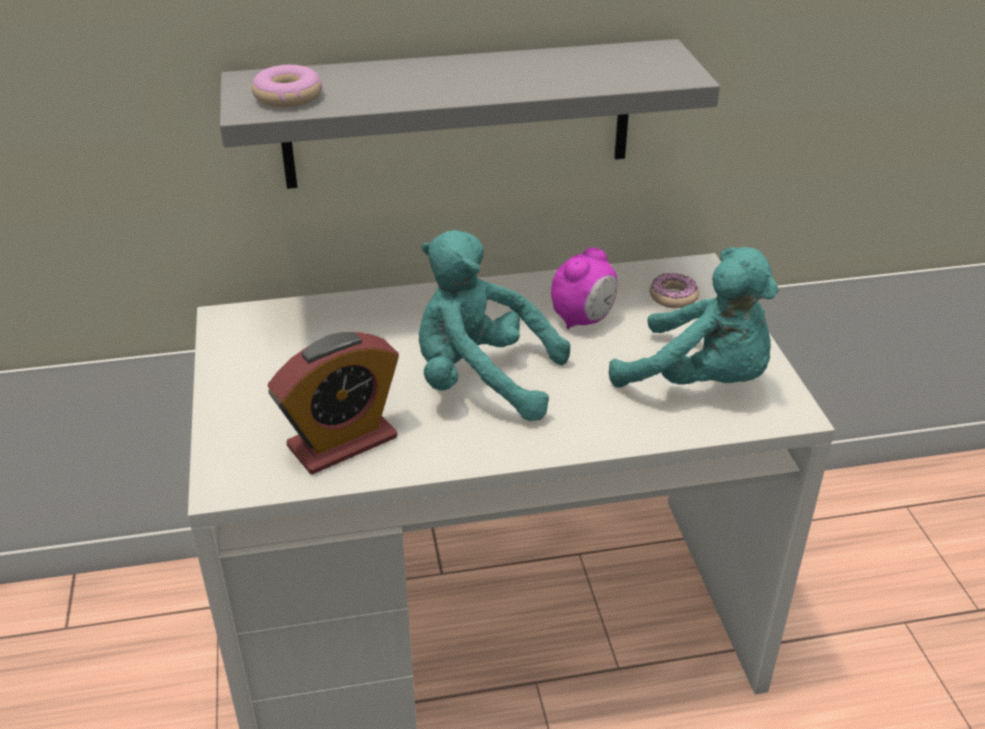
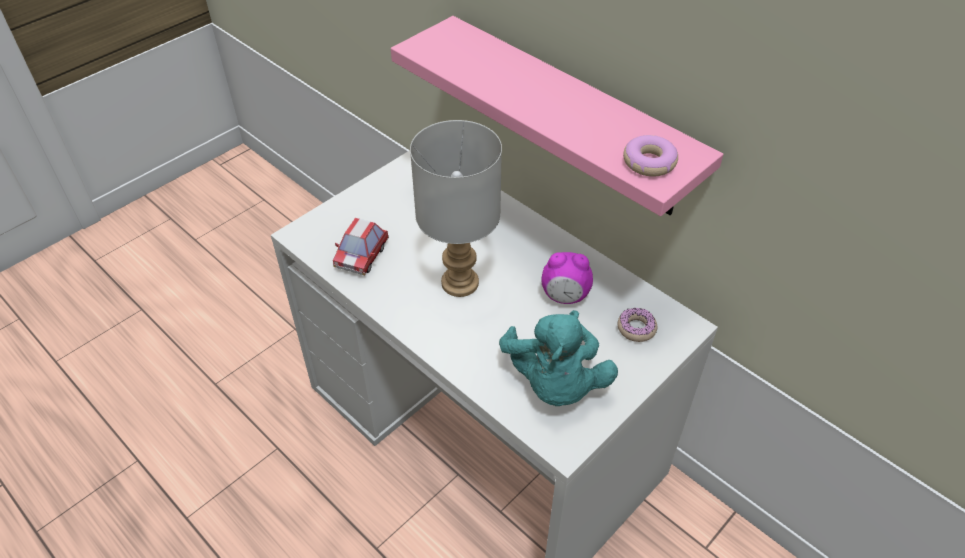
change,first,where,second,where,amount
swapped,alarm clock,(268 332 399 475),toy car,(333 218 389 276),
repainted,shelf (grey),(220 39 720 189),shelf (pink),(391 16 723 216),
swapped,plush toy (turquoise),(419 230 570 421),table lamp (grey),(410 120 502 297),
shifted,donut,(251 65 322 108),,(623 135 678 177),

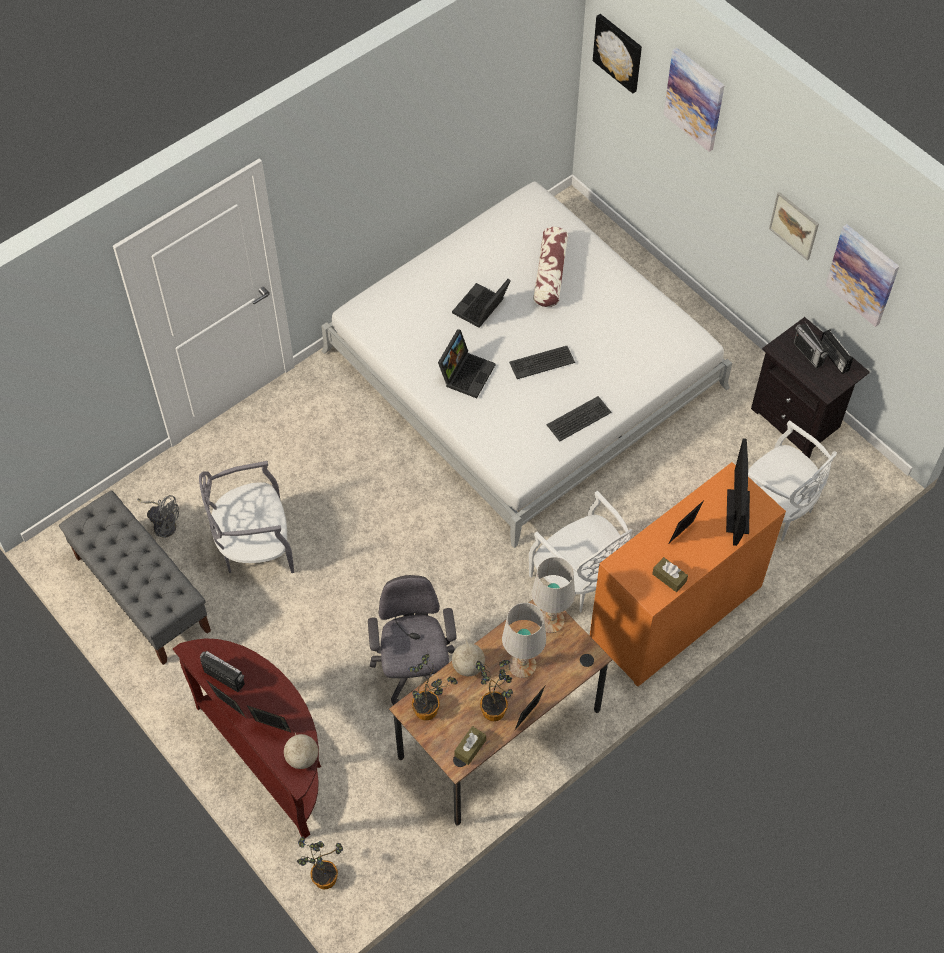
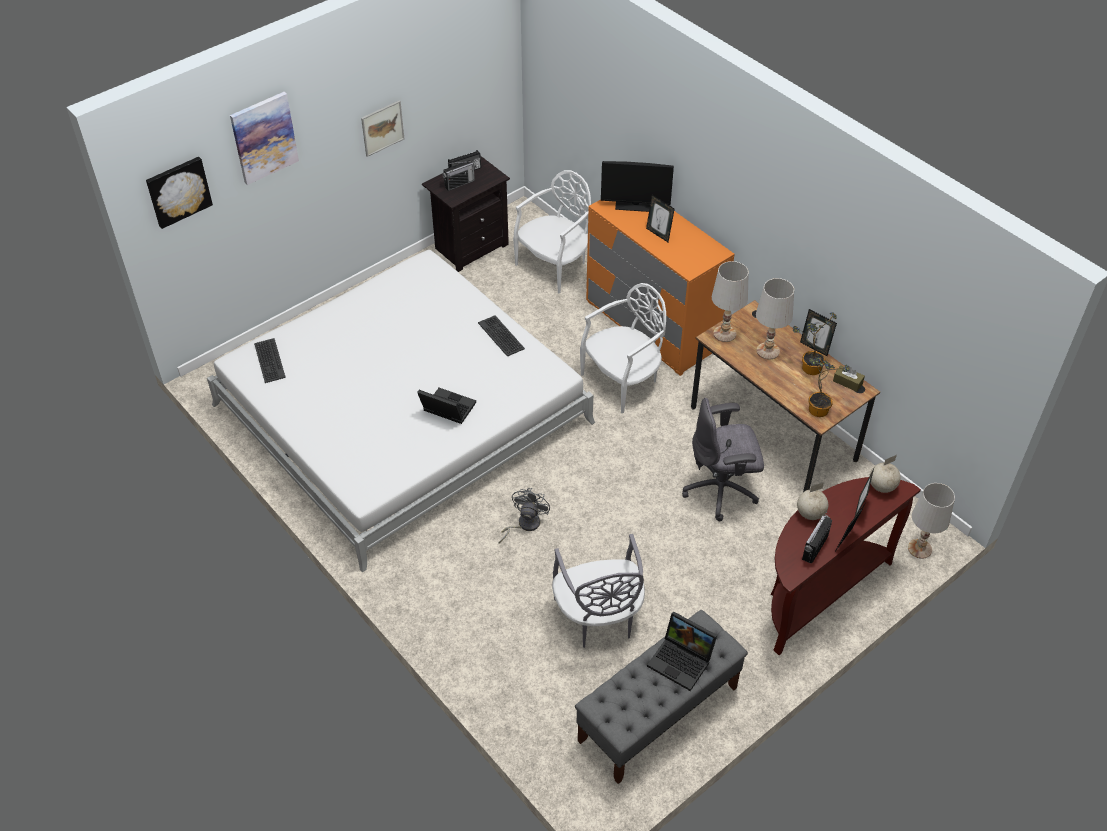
change,first,where,second,where,amount
shifted,keyboard,(509 346 575 379),,(254 338 286 383),
shifted,fan (grey),(137 495 179 538),,(499 488 550 544),
shifted,laptop,(452 279 511 328),,(647 611 717 691),
shifted,globe,(452 640 485 676),,(797 483 828 520),
swapped,potted plant,(297 837 343 889),table lamp (white),(908 483 955 559),
gone,pillow,(533 227 568 307),,,
gone,tissue box (brown),(652 557 688 592),,,
gone,picture,(825 224 899 327),,,

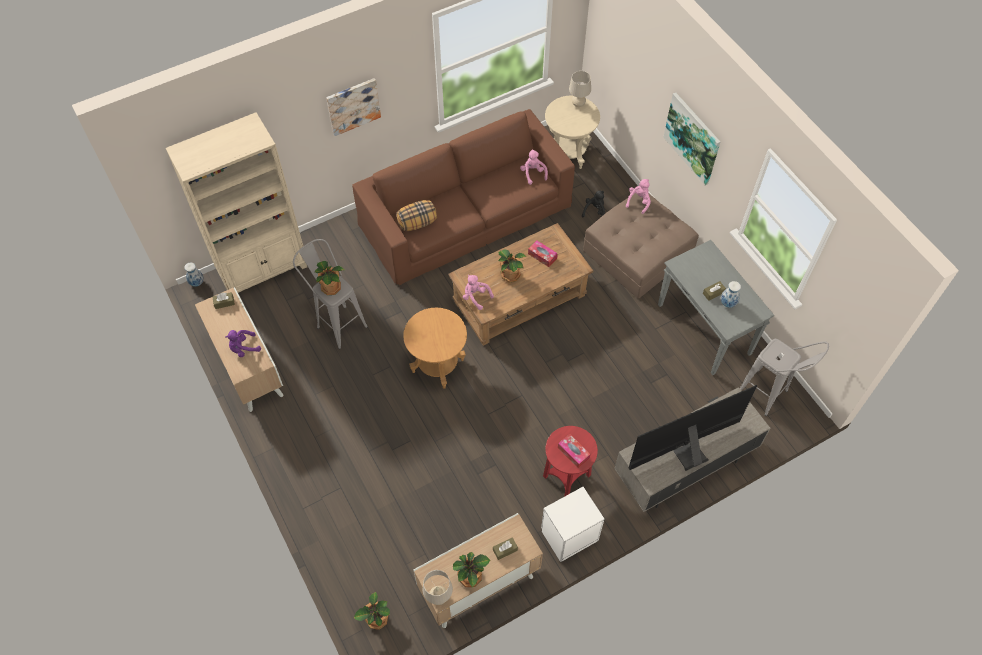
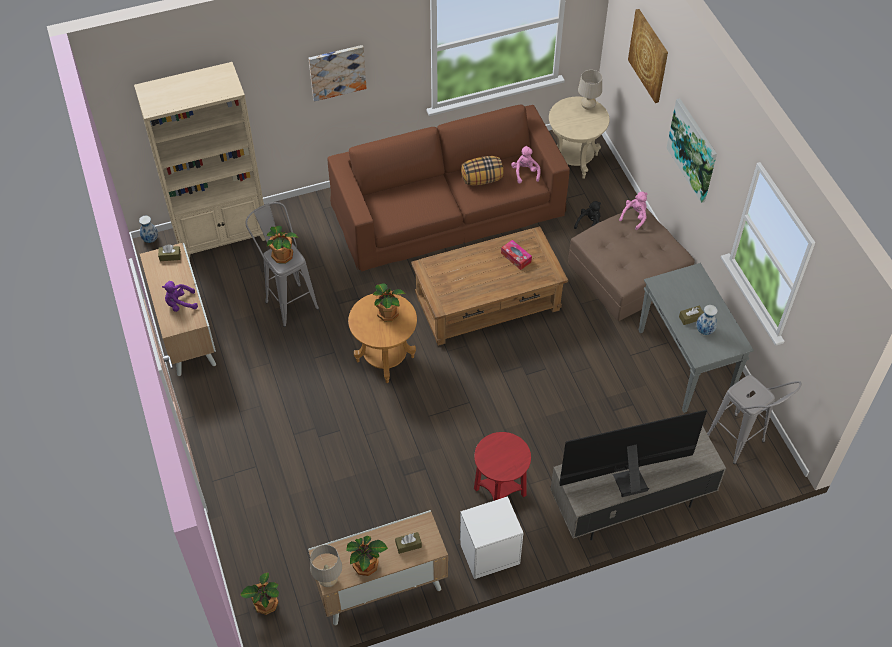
change,first,where,second,where,amount
shifted,potted plant,(499 249 526 283),,(373 283 405 321),
shifted,pillow,(397 200 437 231),,(461 156 504 185),
new,,,picture,(628 9 668 103),
gone,plush toy (pink),(463 275 494 310),,,
gone,tissue box,(558 434 590 468),,,

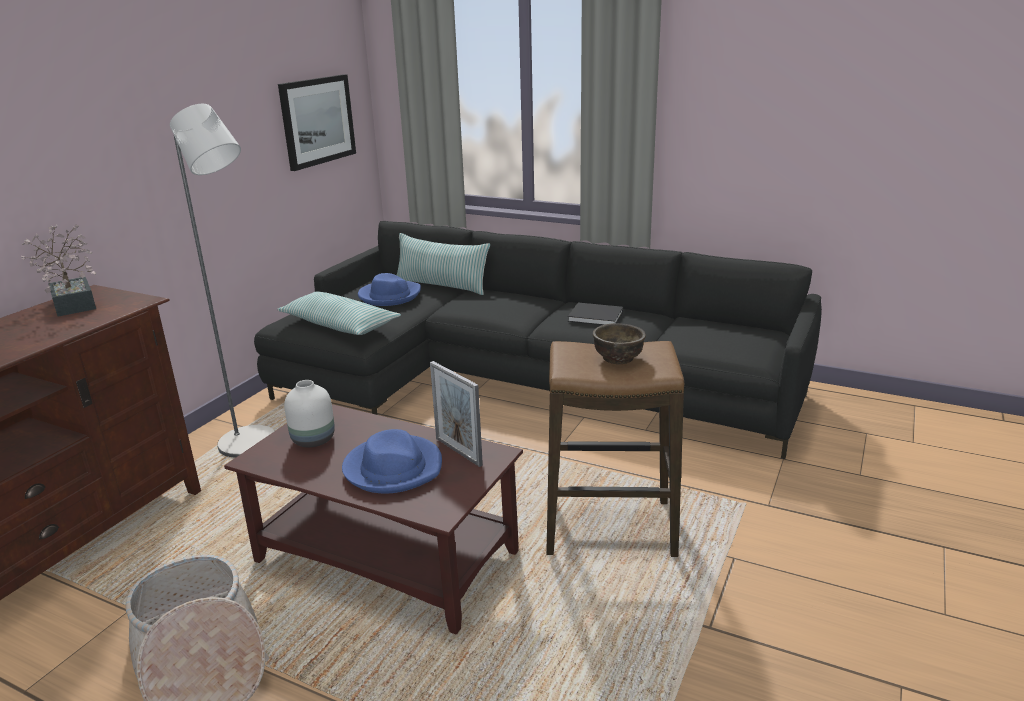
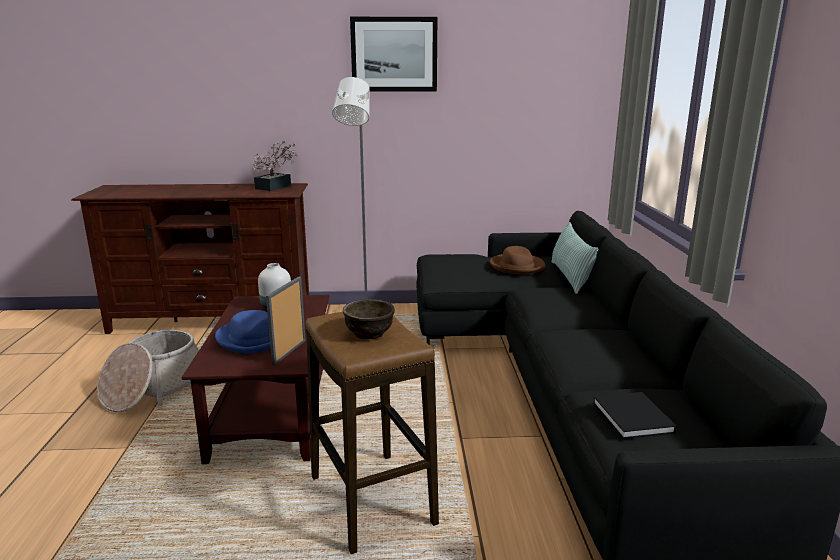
change,first,where,second,where,amount
shifted,picture,(278 74 356 171),,(350 17 437 92),
repainted,hat (blue),(358 273 421 306),hat (brown),(490 246 546 274),
shifted,book (black),(568 303 623 325),,(593 392 677 439),
gone,pillow,(277 291 401 335),,,

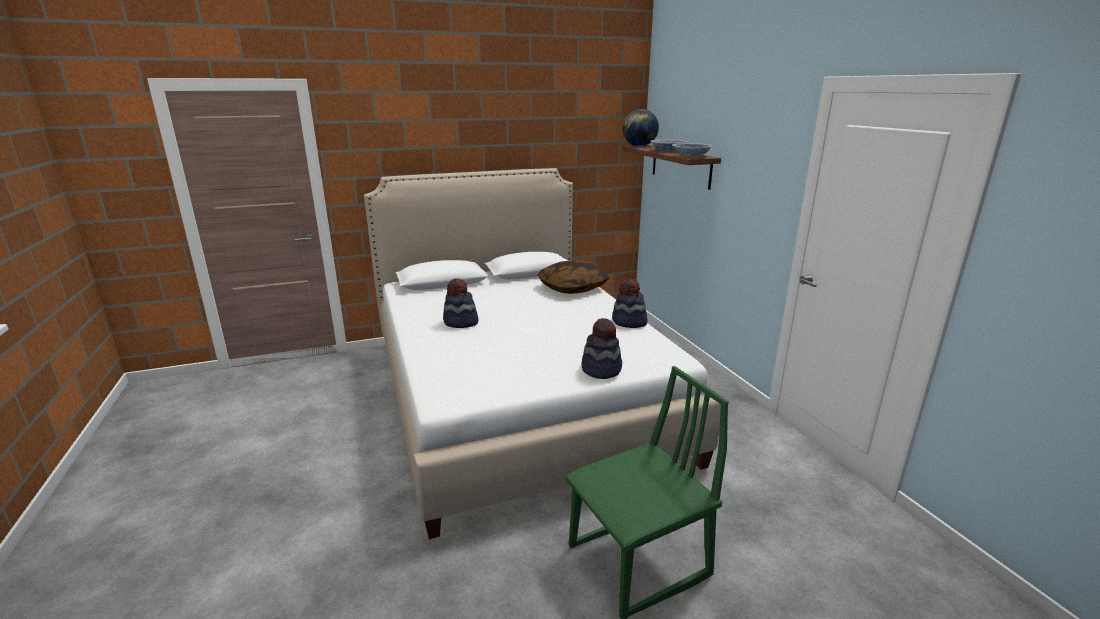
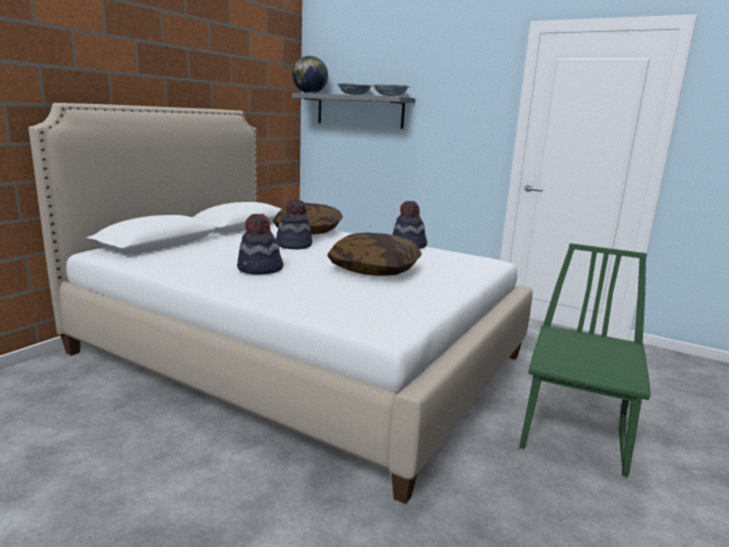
change,first,where,second,where,amount
shifted,hat,(581 318 622 379),,(276 198 312 249),
repainted,shelf (brown),(622 145 721 190),shelf (grey),(292 93 415 129),
new,,,pillow,(327 232 422 276),

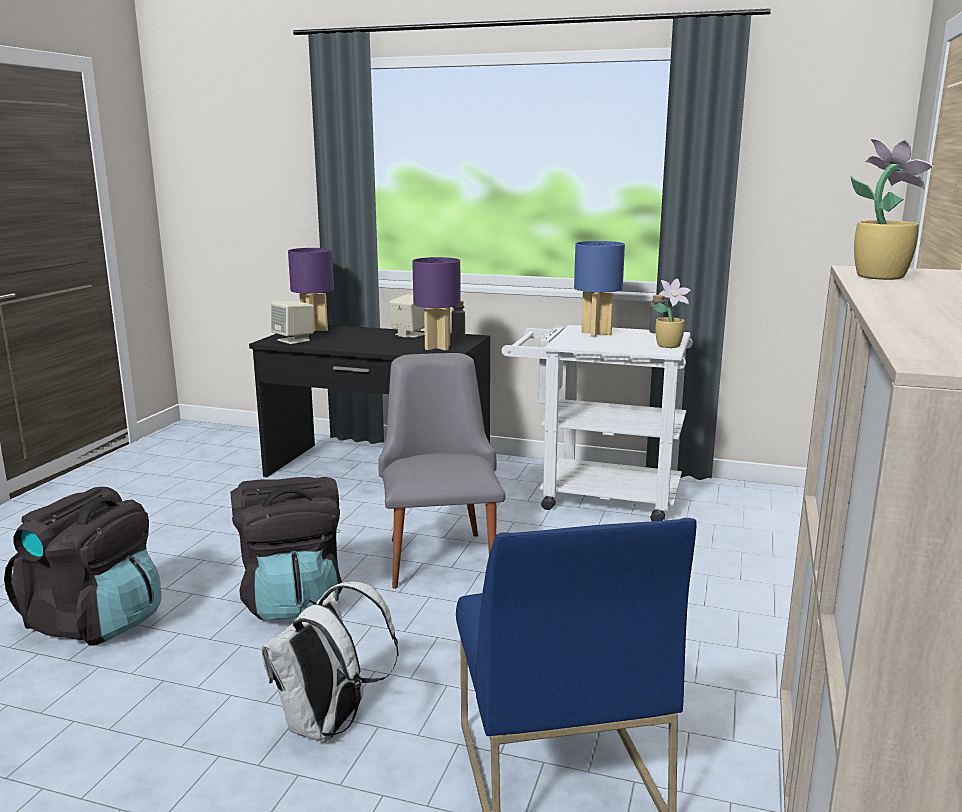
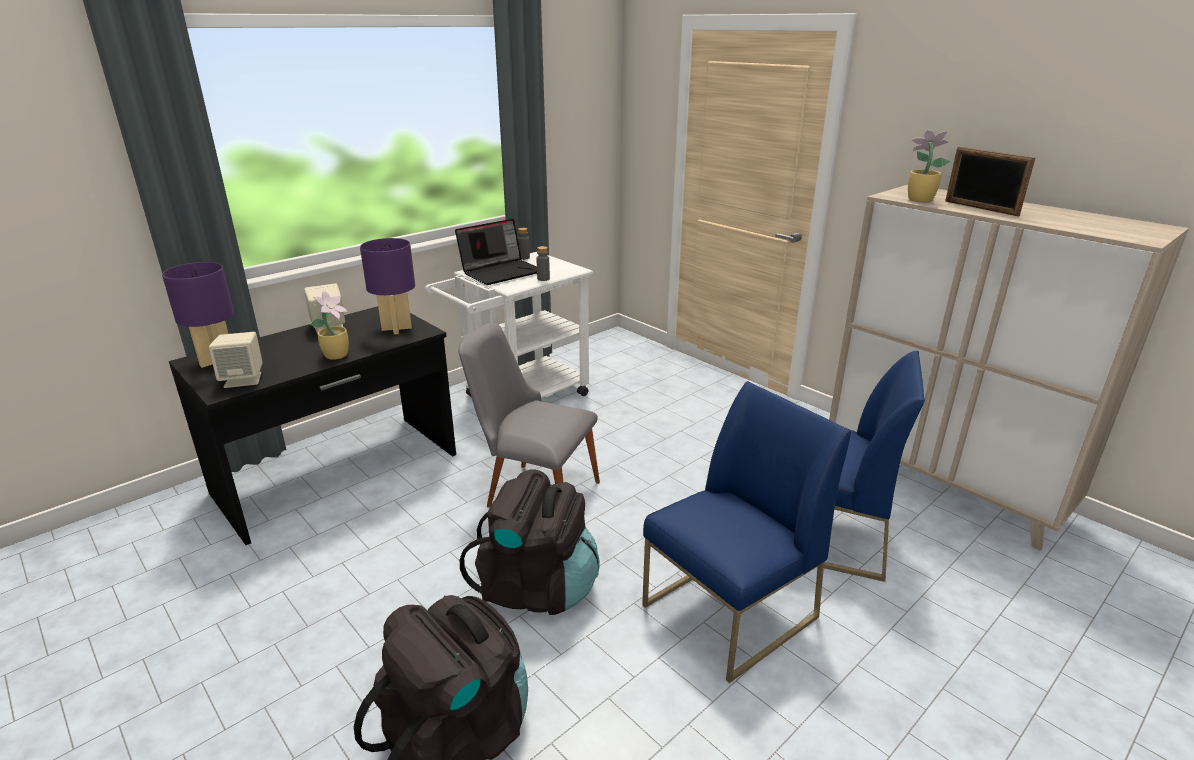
change,first,where,second,where,amount
shifted,potted plant,(652 278 691 348),,(310 290 349 360),
swapped,table lamp (blue),(574 241 625 337),laptop,(455 219 537 285),
shifted,bottle (grey),(452 301 465 337),,(536 246 550 281),
swapped,backpack (white),(261 581 399 742),chair (blue),(642 381 851 683),
new,,,picture frame,(945 147 1035 216),

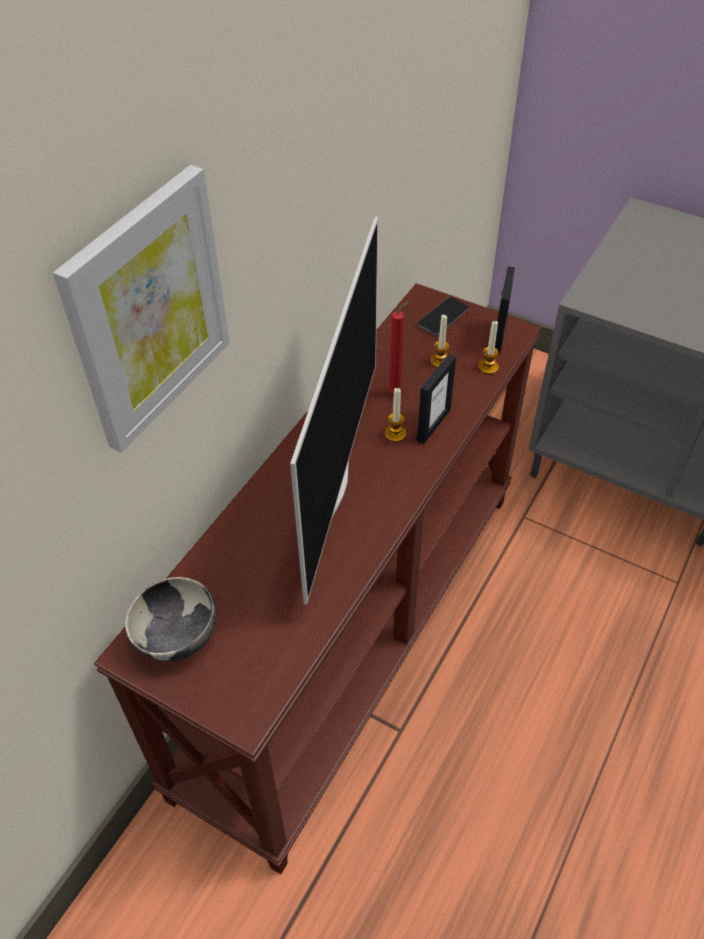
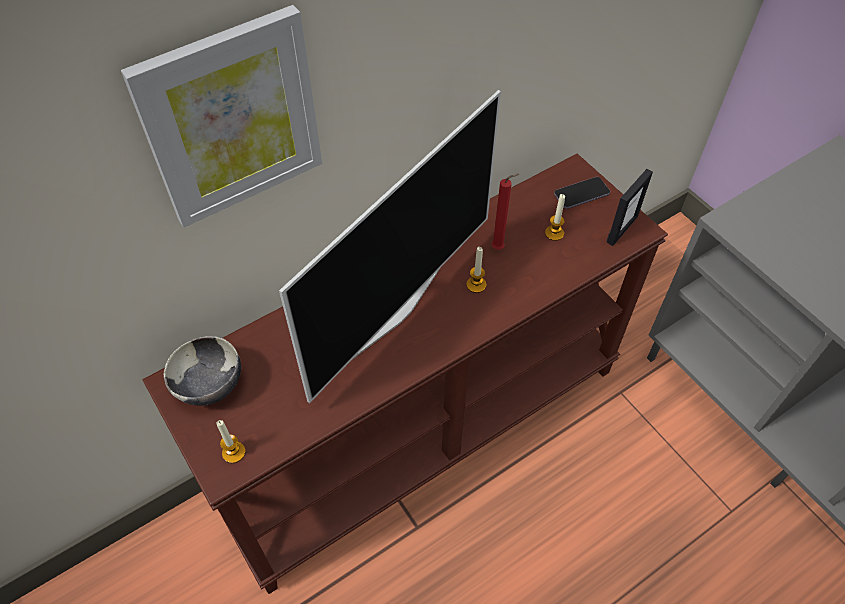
change,first,where,second,where,amount
shifted,candle,(478 321 499 374),,(216 420 246 463),
gone,picture frame,(417 354 456 444),,,

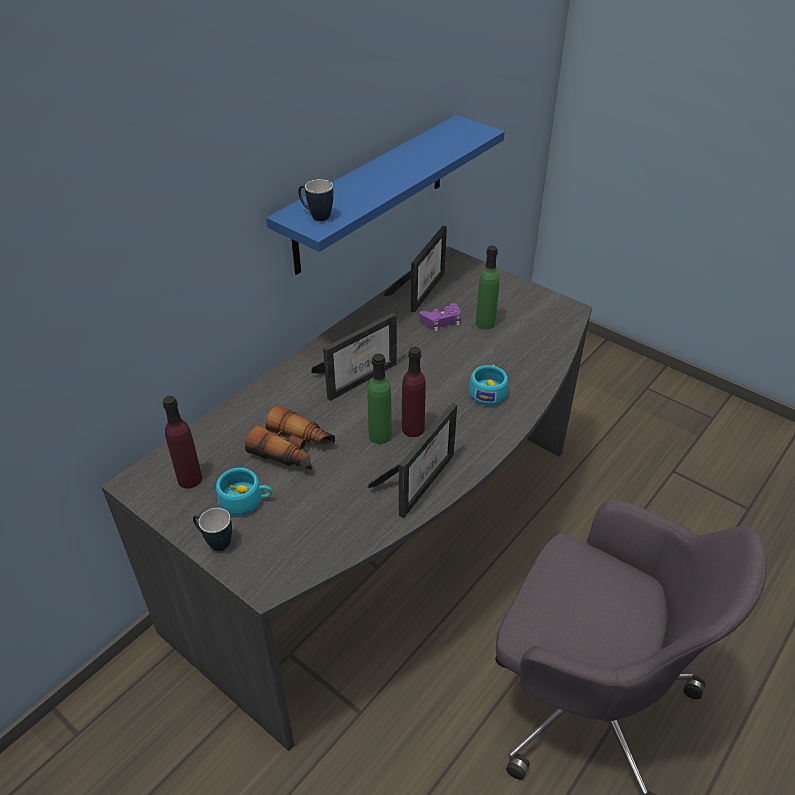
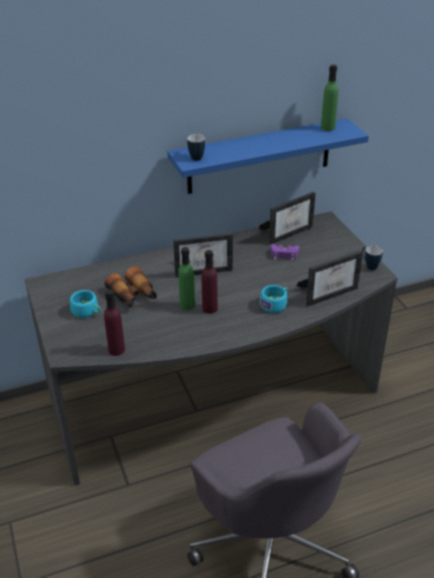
change,first,where,second,where,amount
shifted,bottle (purple),(163 396 202 488),,(104 289 125 356),
shifted,picture frame,(367 403 457 518),,(297 250 363 306),
shifted,bottle (green),(476 246 500 330),,(321 65 338 131),
shifted,mug,(193 508 232 551),,(362 245 383 270),

